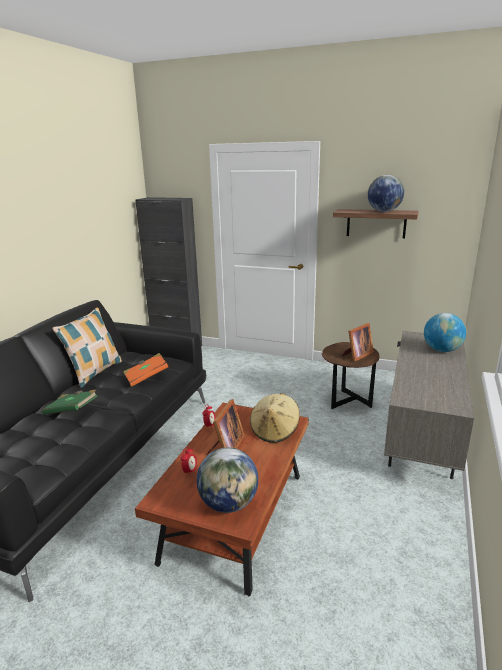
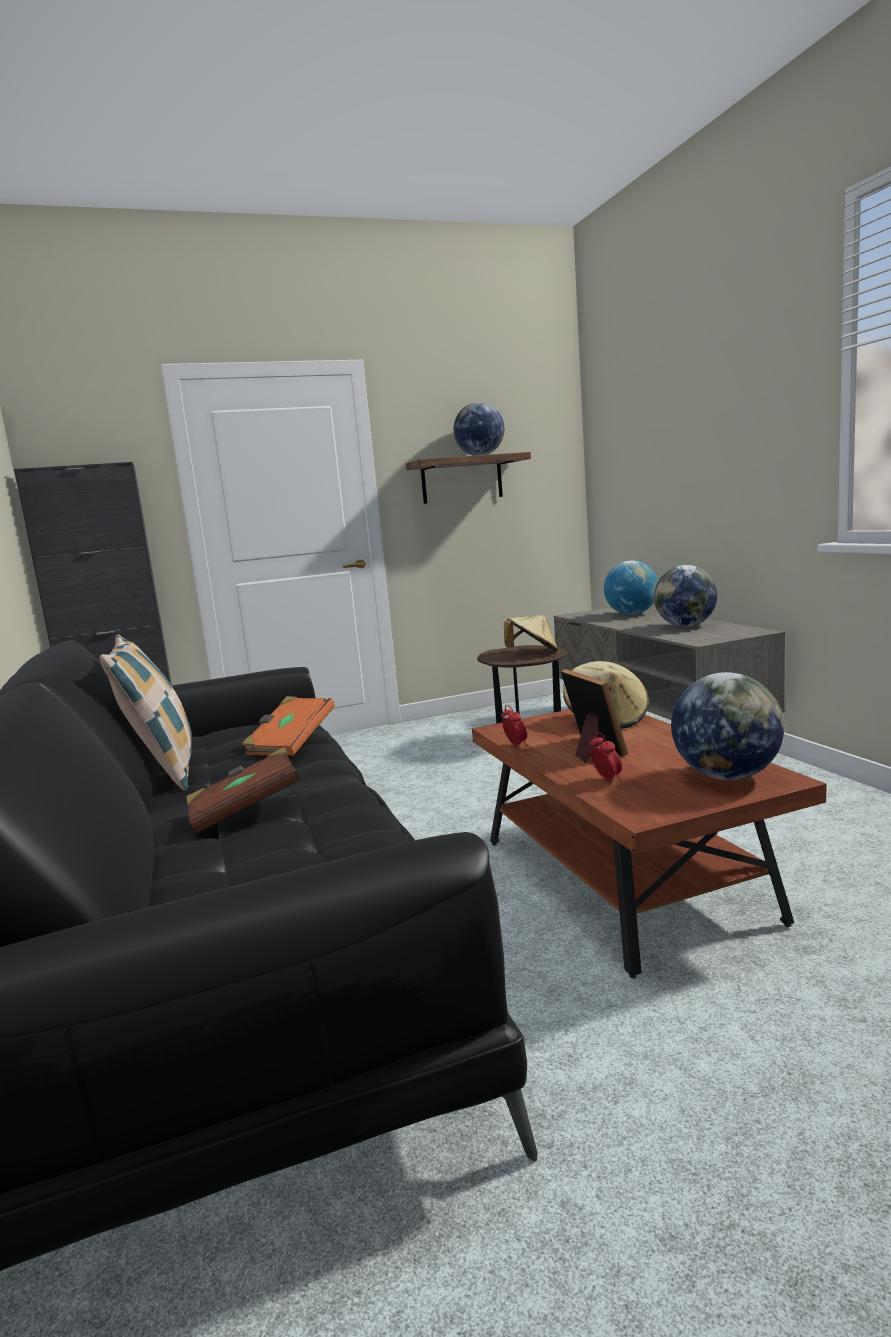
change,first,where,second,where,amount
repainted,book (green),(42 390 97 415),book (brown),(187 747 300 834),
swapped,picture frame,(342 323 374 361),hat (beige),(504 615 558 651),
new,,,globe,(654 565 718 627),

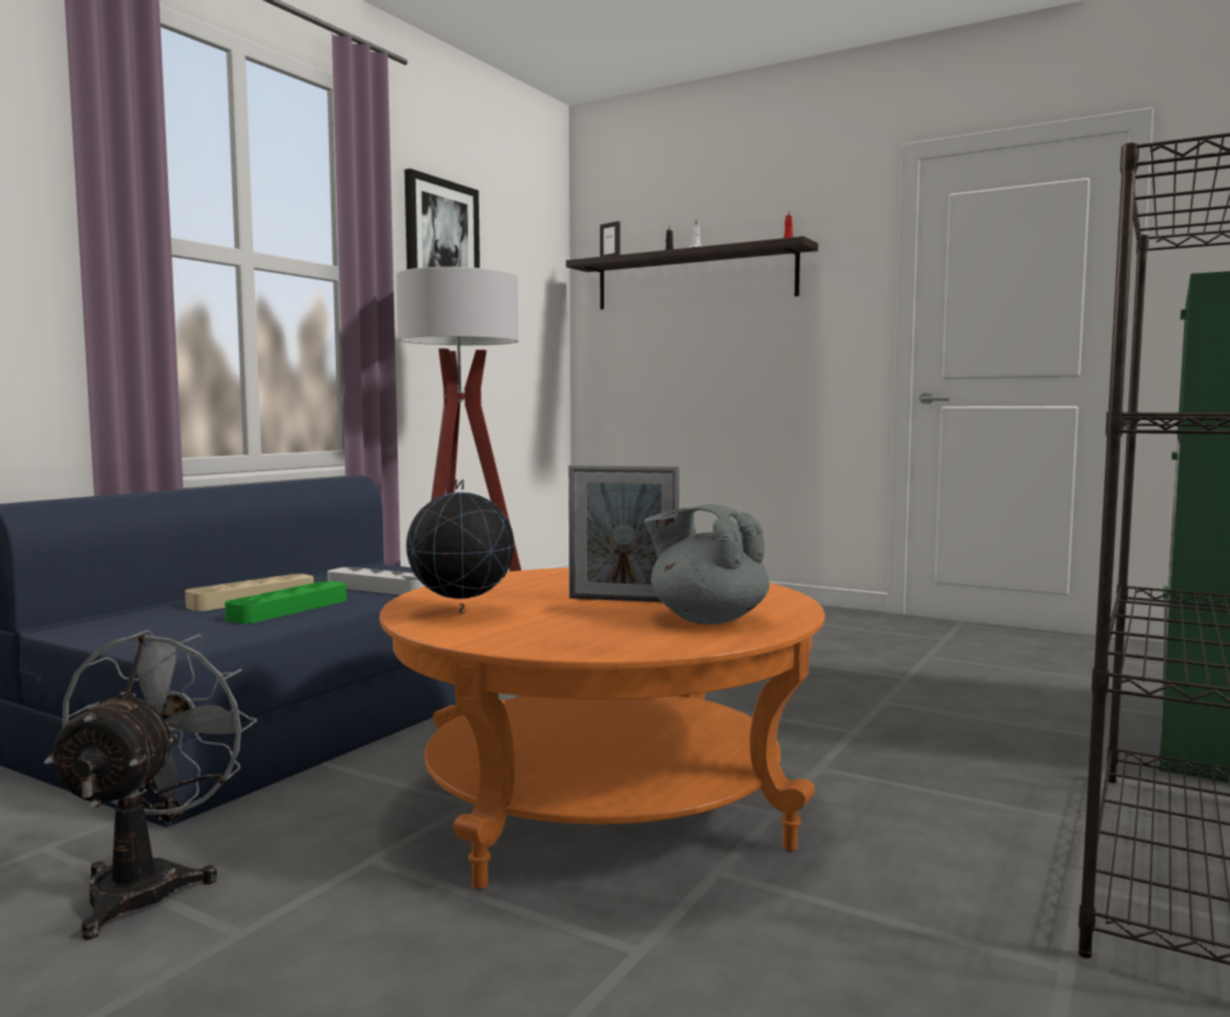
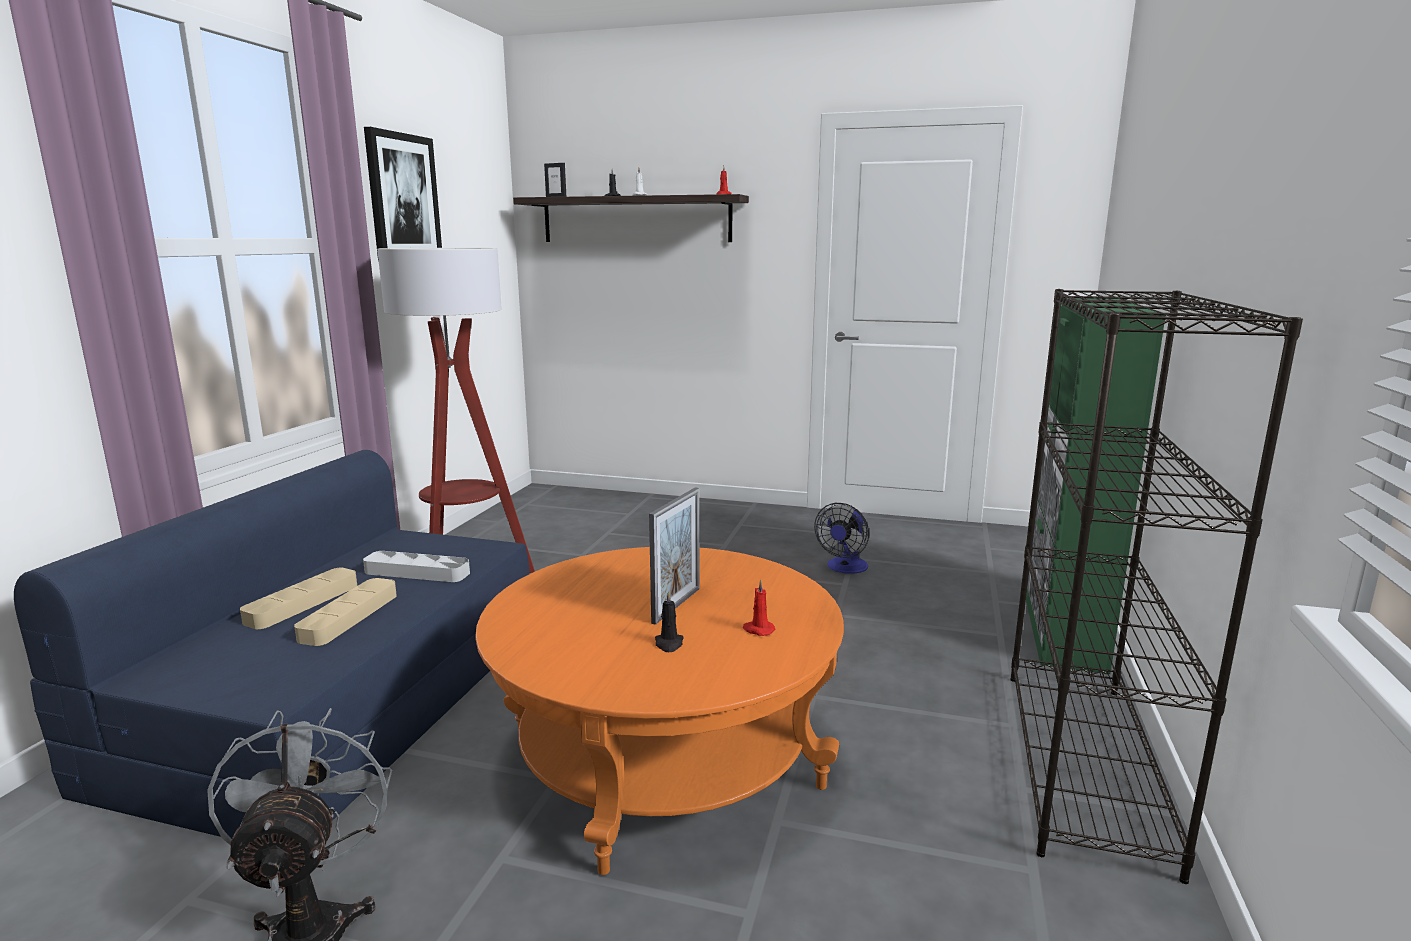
change,first,where,second,where,amount
repainted,tray (green),(225 581 347 624),tray (beige),(294 578 397 646),
rotated,picture frame,(569 465 679 602),,(649 487 700 625),60 degrees counterclockwise
new,,,candle (black),(655 591 684 652),
swapped,teapot (grey),(644 504 769 624),candle (red),(743 579 776 636),
new,,,fan,(814 503 869 574),
gone,globe,(406 479 515 614),,,

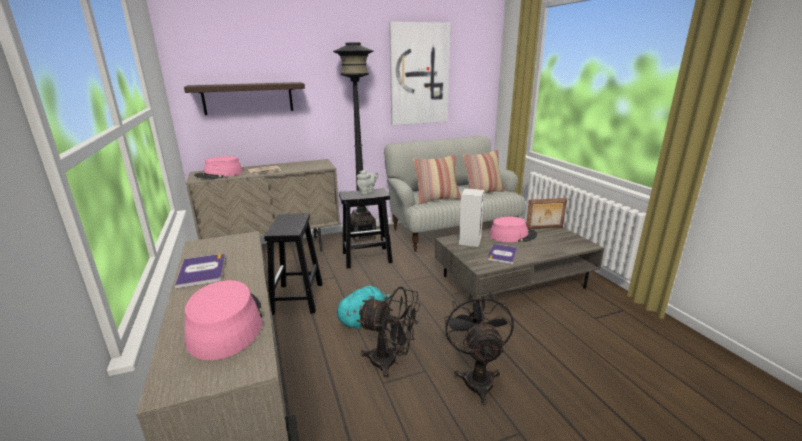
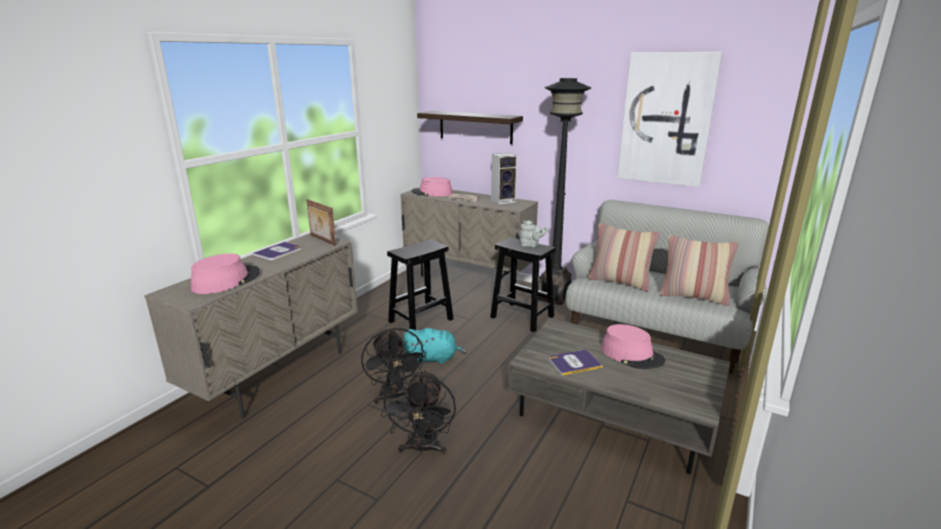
change,first,where,second,where,amount
shifted,picture frame,(526 198 567 229),,(306 199 336 246),
rotated,fan (black),(444 292 514 406),,(381 370 456 456),135 degrees clockwise
shifted,speaker,(459 188 485 247),,(491 153 517 205),

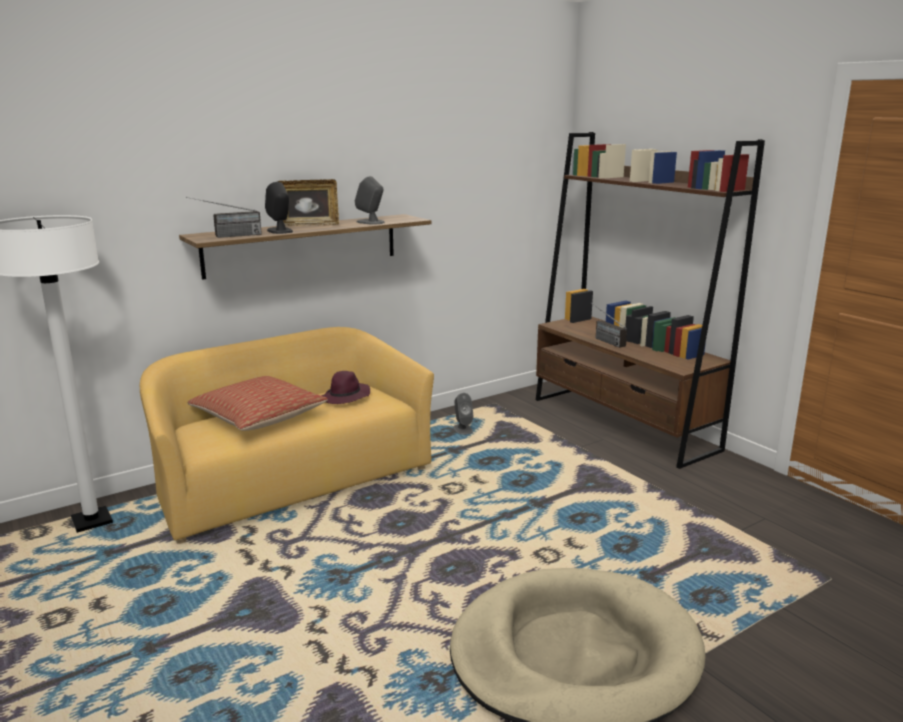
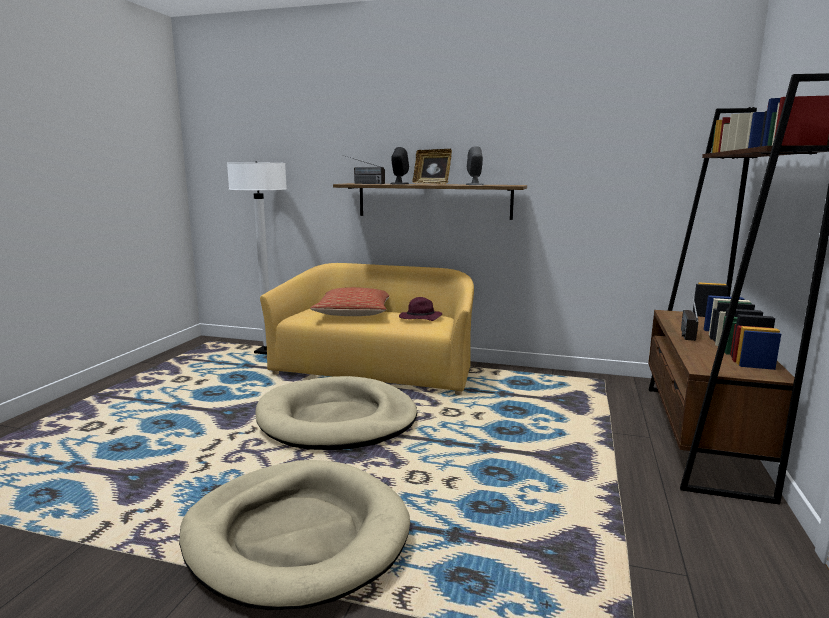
change,first,where,second,where,amount
new,,,dog bed (beige),(255 376 417 450),
gone,speaker (grey),(453 393 474 435),,,

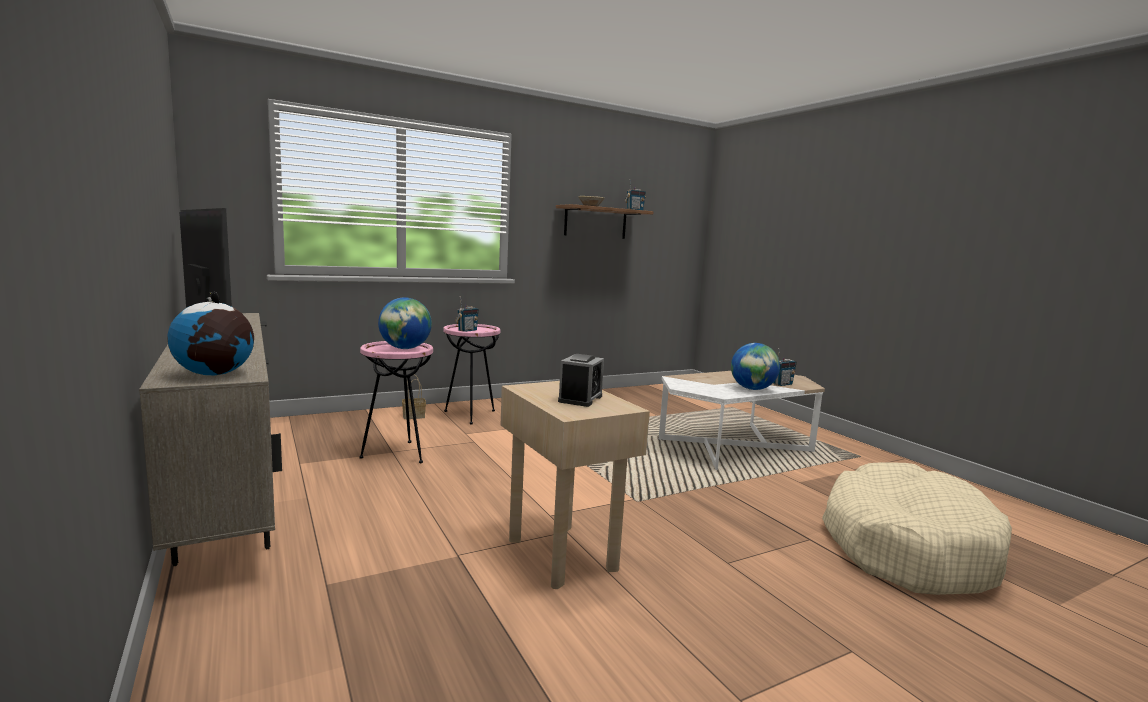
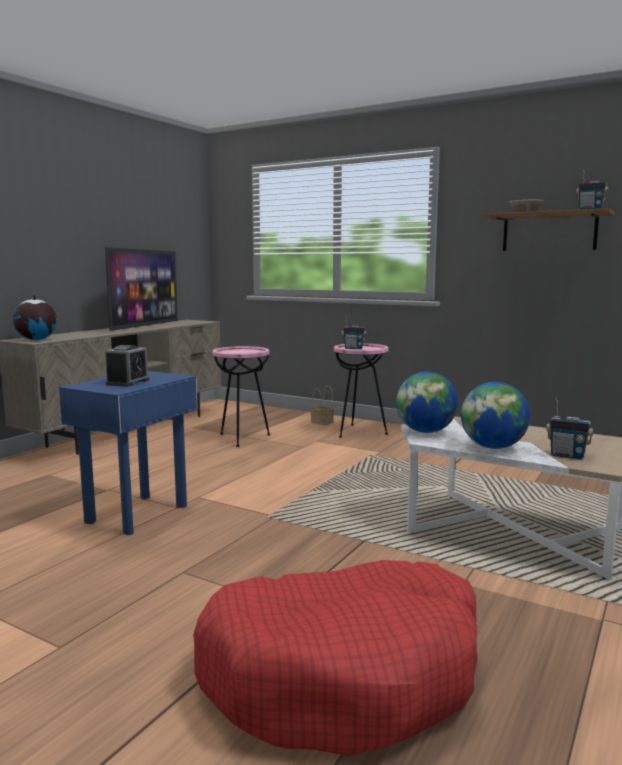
change,first,where,second,where,amount
repainted,side table (beige),(501 381 650 589),side table (blue),(59 371 198 535),
rotated,alarm clock,(558 354 604 407),,(105 345 149 387),60 degrees counterclockwise
repainted,dog bed (beige),(822 462 1012 595),dog bed (red),(193 560 477 756),
shifted,globe,(378 297 432 349),,(396 372 458 433),

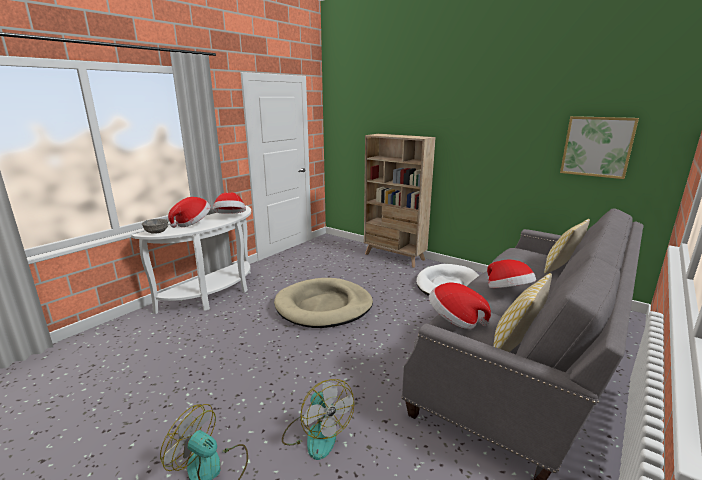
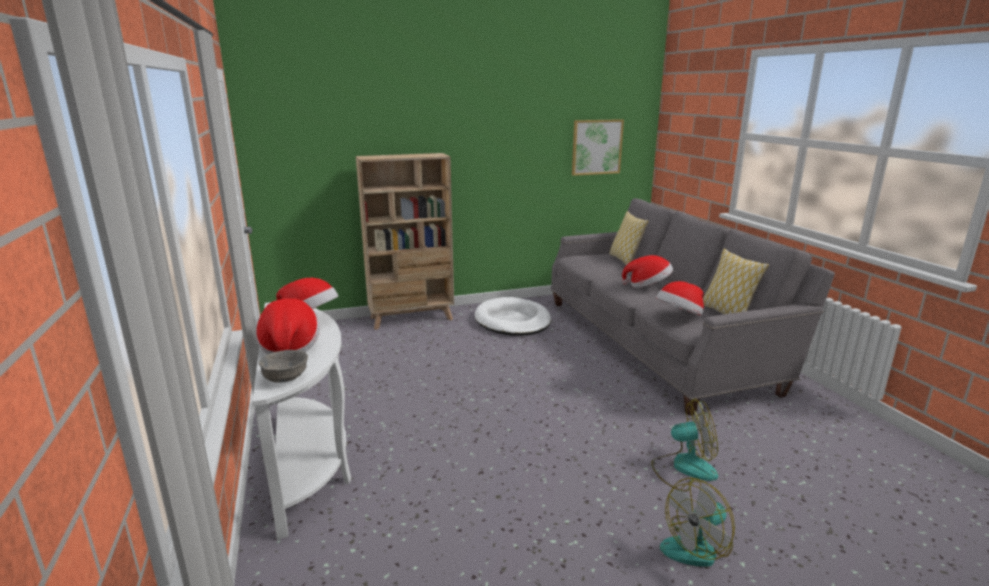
change,first,where,second,where,amount
gone,dog bed (beige),(274 278 373 328),,,

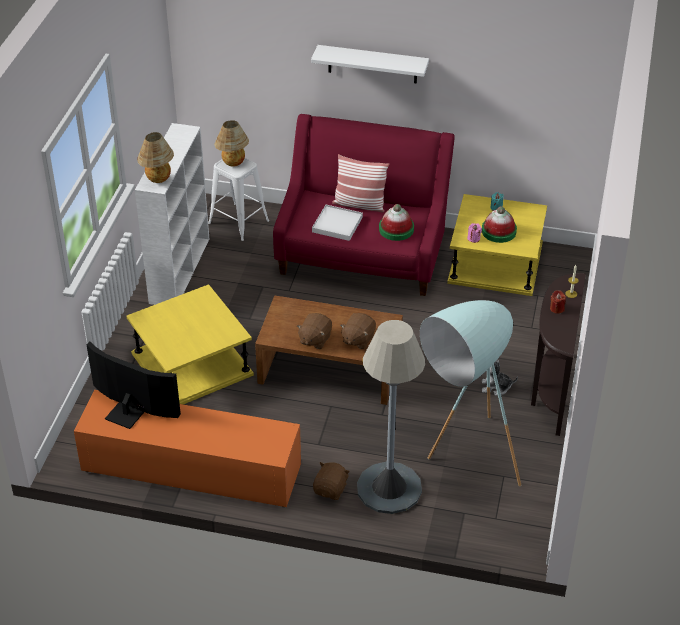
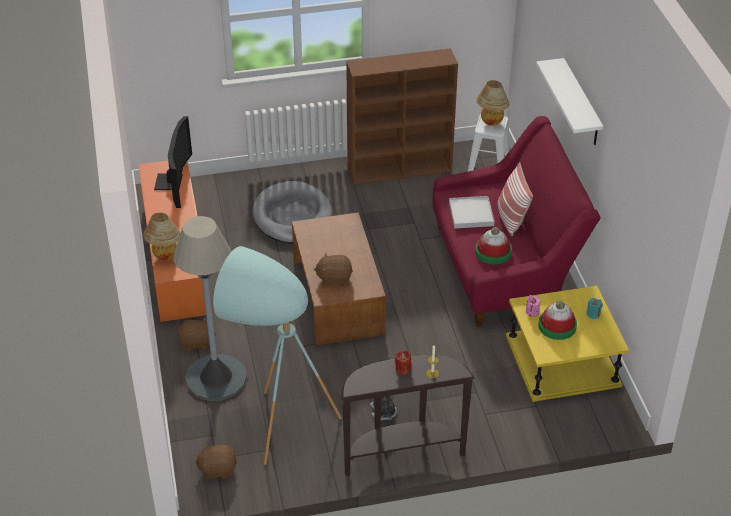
change,first,where,second,where,amount
shifted,table lamp,(137 132 174 183),,(143 213 180 260),
shifted,plush toy (brown),(297 313 332 349),,(195 442 237 479),
swapped,side table (yellow),(126 284 254 405),dog bed (grey),(253 181 333 244),
repainted,bookcase (white),(135 123 209 305),bookcase (brown),(346 48 458 185),

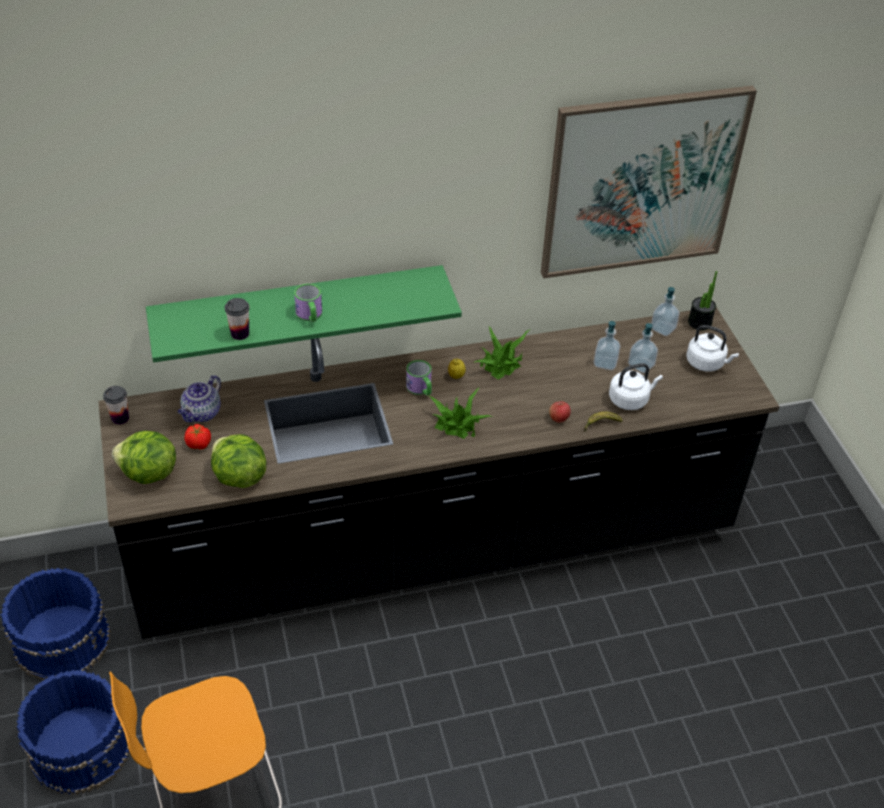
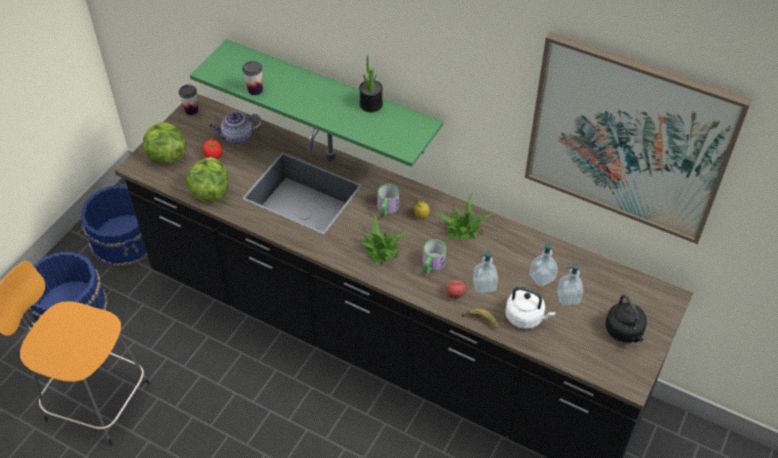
change,first,where,second,where,amount
shifted,potted plant,(688 271 717 330),,(359 55 383 113),
shifted,mug,(294 283 322 322),,(423 239 446 273),
shifted,soap dispenser,(651 287 680 336),,(473 251 498 293),
repainted,kettle (white),(686 325 739 372),kettle (black),(605 295 647 343),

